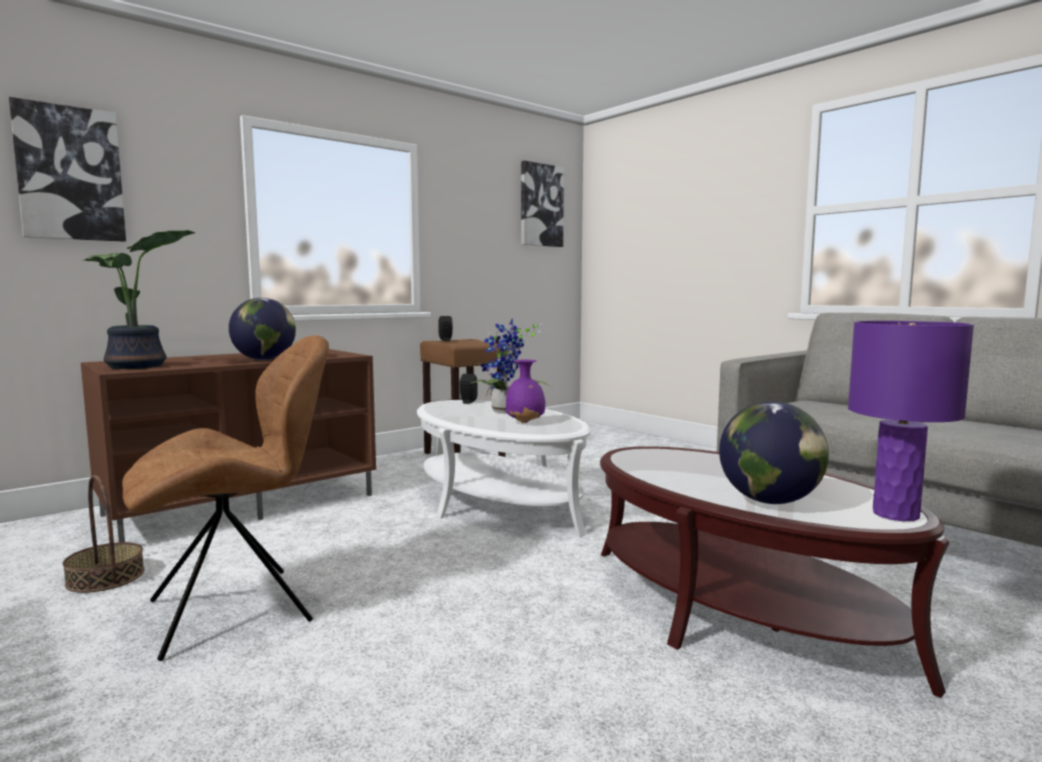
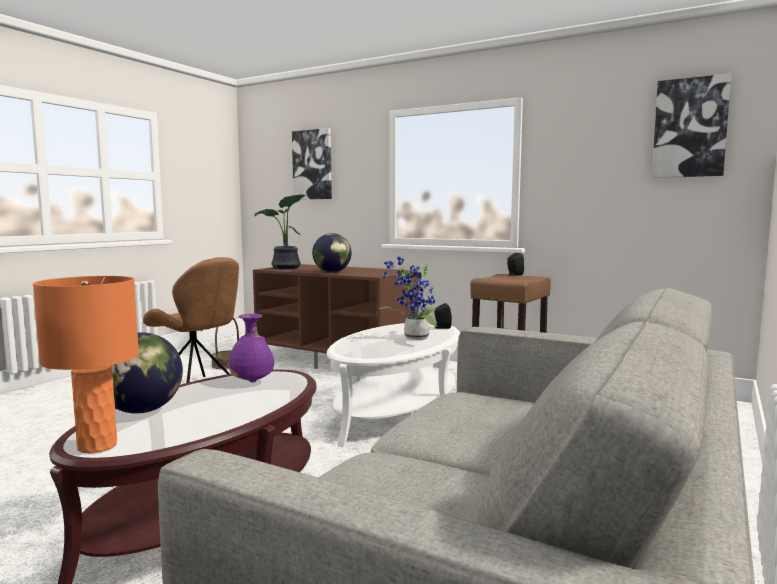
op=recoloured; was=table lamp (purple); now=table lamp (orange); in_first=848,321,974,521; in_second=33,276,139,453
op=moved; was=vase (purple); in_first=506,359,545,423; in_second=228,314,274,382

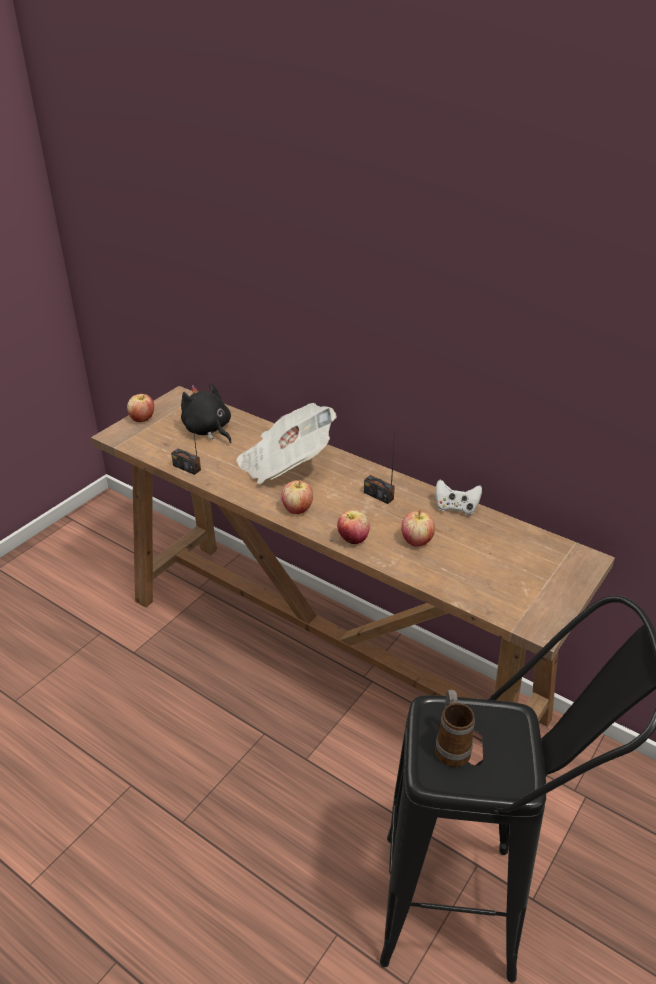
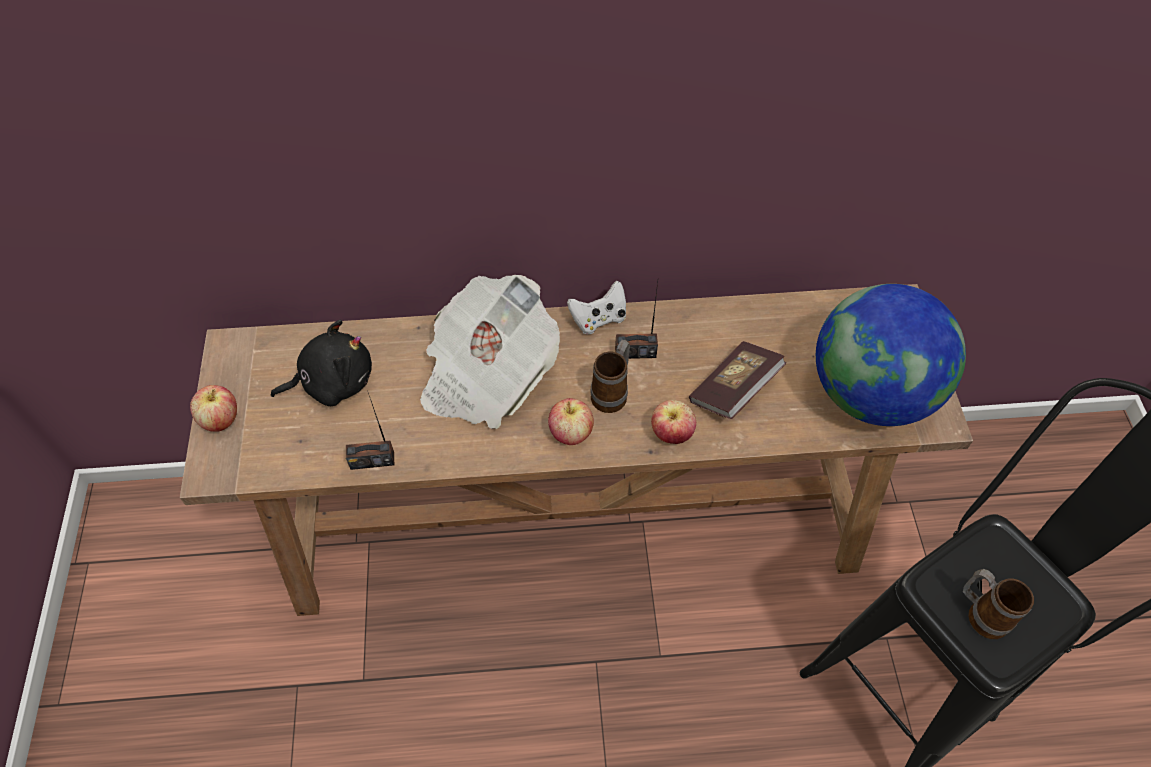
op=turned; was=plush toy (black); in_first=181,382,231,443; in_second=271,320,372,406; clockwise=150
op=moved; was=game controller (white); in_first=436,480,482,515; in_second=567,281,626,334
op=added; now=mug; in_second=591,340,630,413
op=replaced; was=apple; now=book; in_first=401,510,435,547; in_second=689,341,786,419
op=added; now=globe; in_second=816,284,966,426

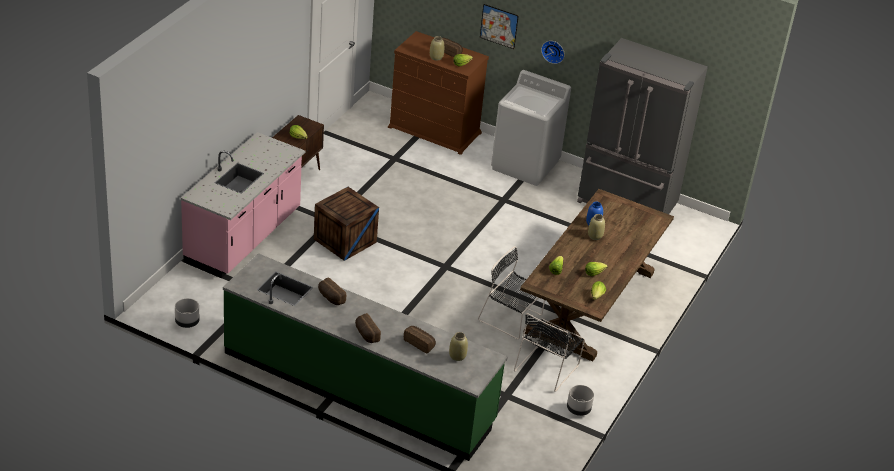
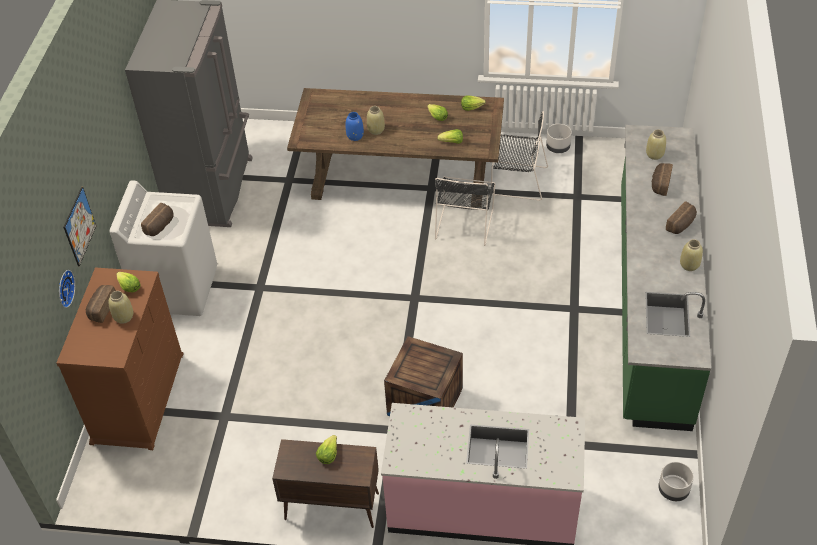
op=moved; was=wall clock; in_first=541,41,565,64; in_second=59,270,75,308
op=moved; was=bread; in_first=318,277,346,305; in_second=141,203,174,236
op=added; now=vase (beige); in_second=680,239,703,271

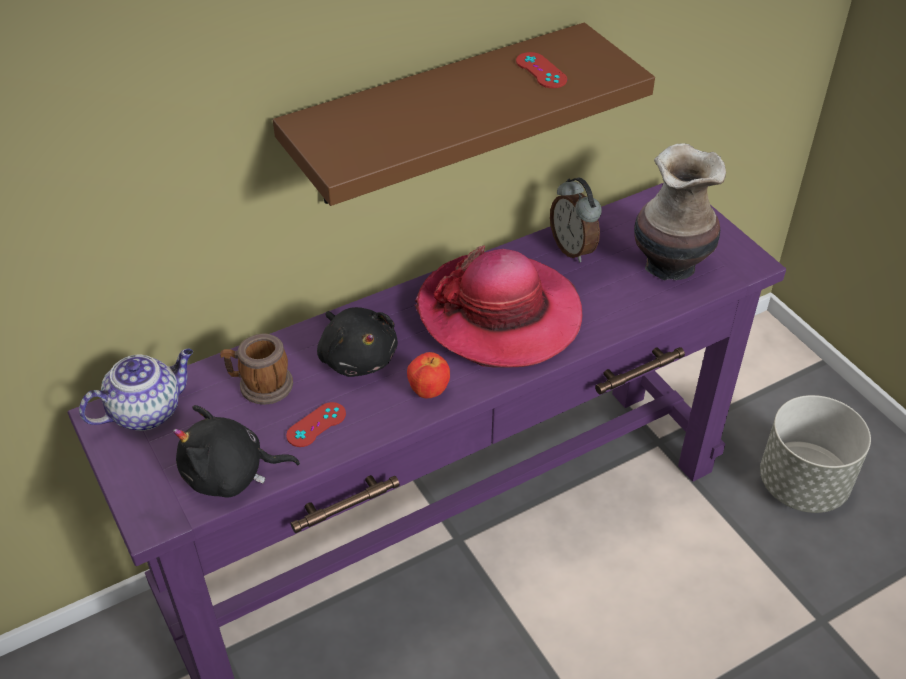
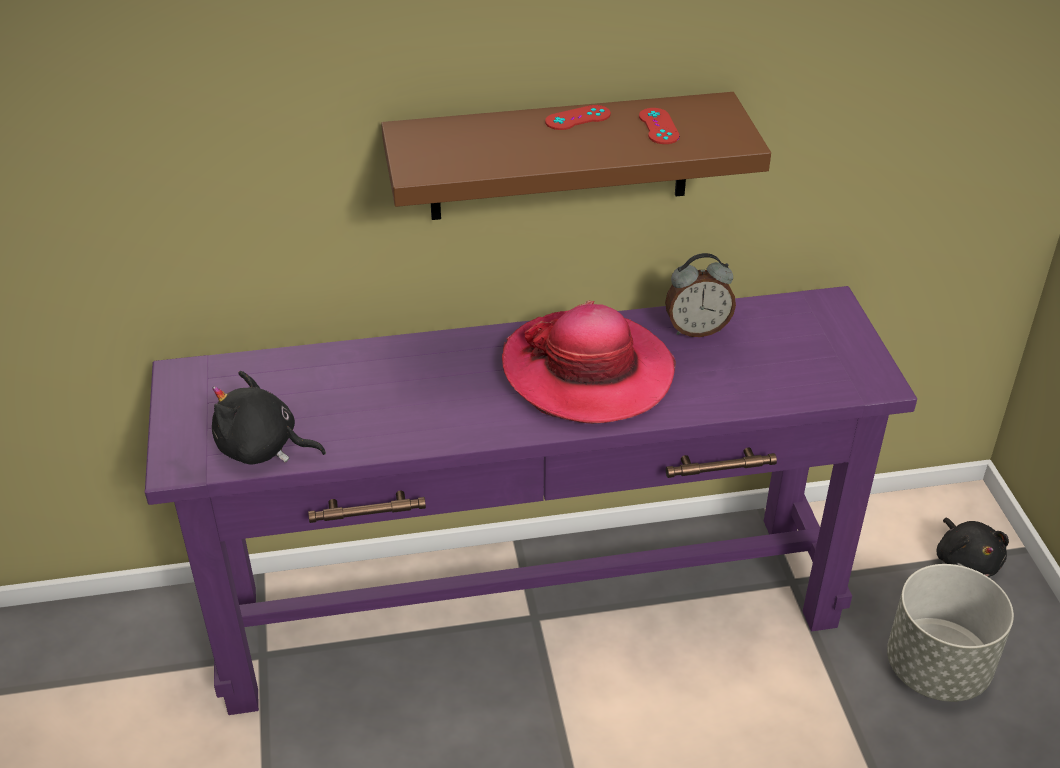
op=moved; was=game controller (red); in_first=286,402,346,447; in_second=545,105,611,130
op=turned; was=alarm clock; in_first=550,178,602,262; in_second=665,253,736,337; clockwise=-90
op=moved; was=plush toy (black); in_first=317,307,398,377; in_second=936,518,1009,577
op=removed; was=teapot; in_first=79,349,193,431
op=removed; was=mug; in_first=220,333,293,405
op=removed; was=apple; in_first=407,352,450,398
op=removed; was=vase; in_first=634,143,726,280

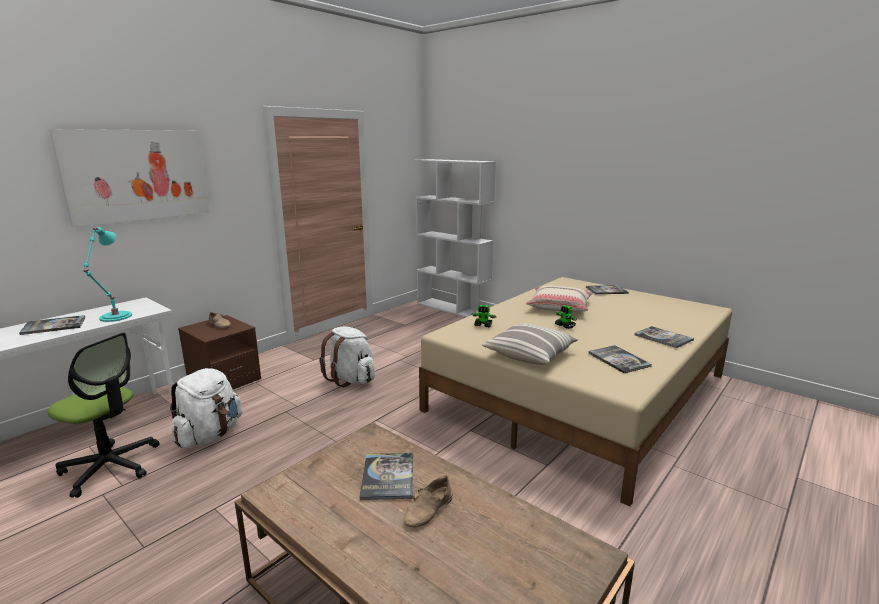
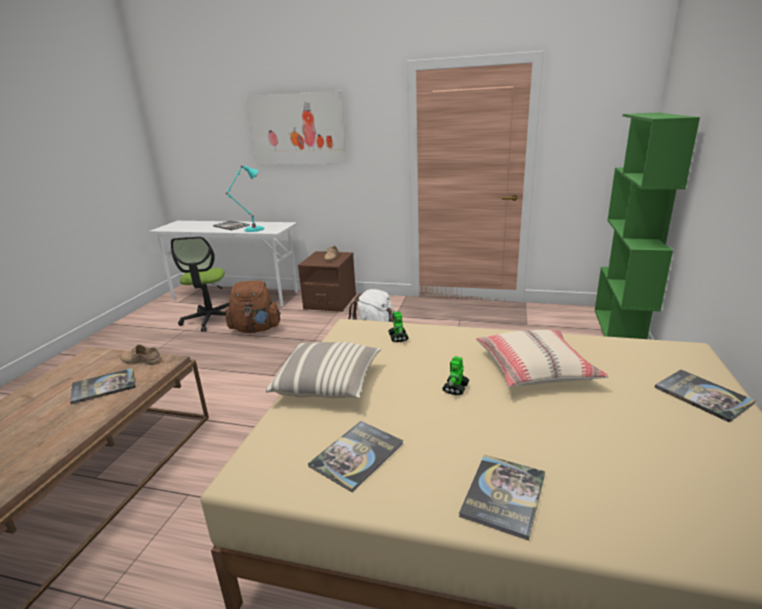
op=moved; was=shoe (beige); in_first=404,475,453,528; in_second=120,344,162,365
op=recoloured; was=backpack (white); now=backpack (brown); in_first=170,368,242,448; in_second=226,281,281,333
op=recoloured; was=bookcase (white); now=bookcase (green); in_first=415,159,496,317; in_second=595,113,700,339

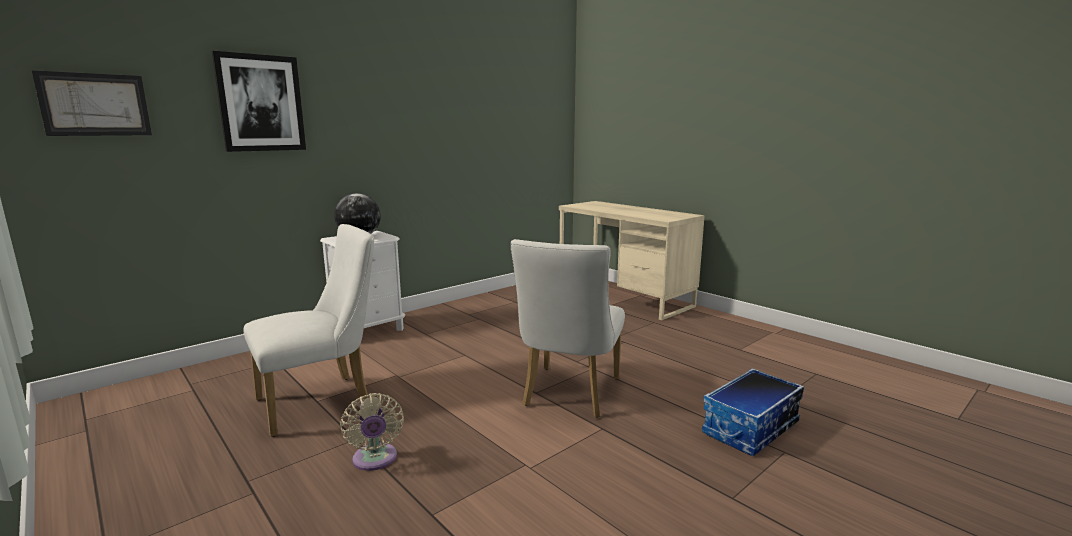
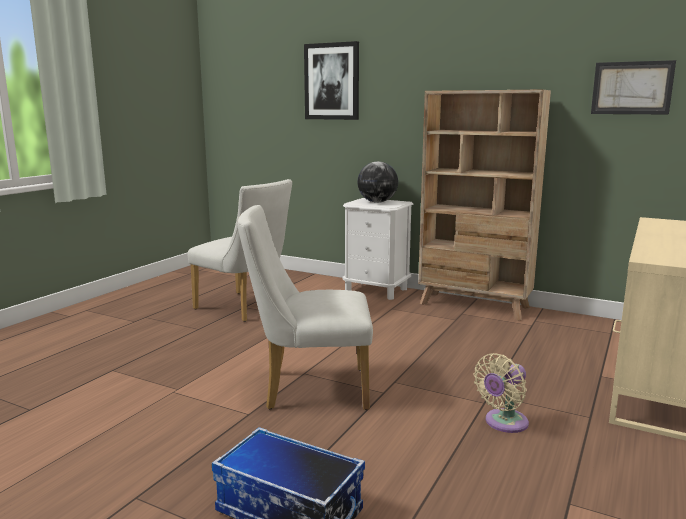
op=added; now=bookcase (beige); in_second=418,89,551,321
op=moved; was=fan (beige); in_first=340,393,404,471; in_second=473,353,529,433
op=moved; was=picture; in_first=32,70,152,136; in_second=591,60,676,114

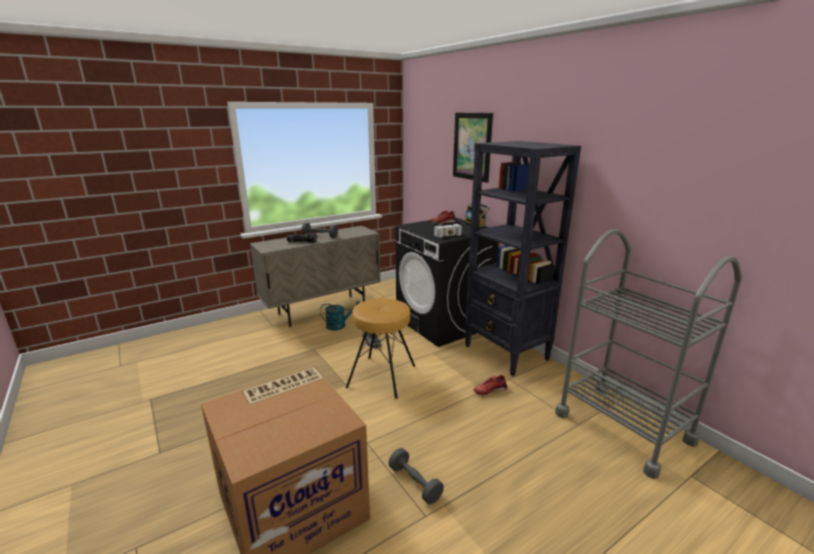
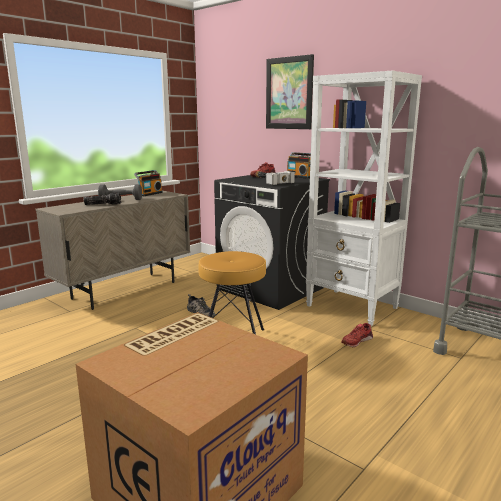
op=added; now=radio; in_second=134,170,163,196
op=recoloured; was=bookcase (black); now=bookcase (white); in_first=465,141,581,376; in_second=306,71,422,326
op=removed; was=watering can (turquoise); in_first=320,301,360,330
op=removed; was=dumbbell (grey); in_first=388,448,444,504

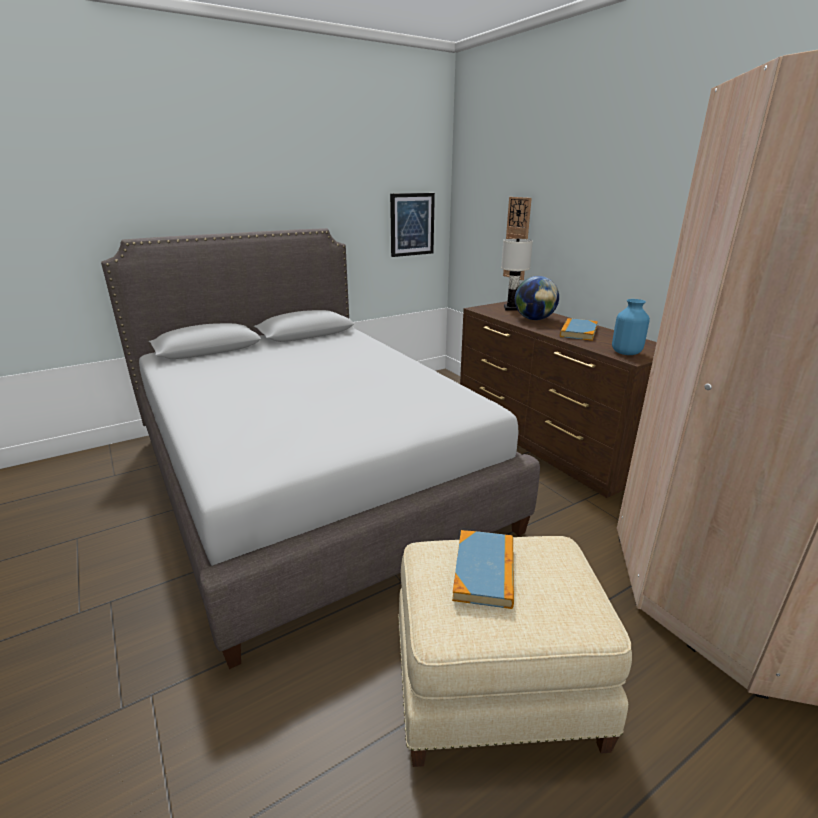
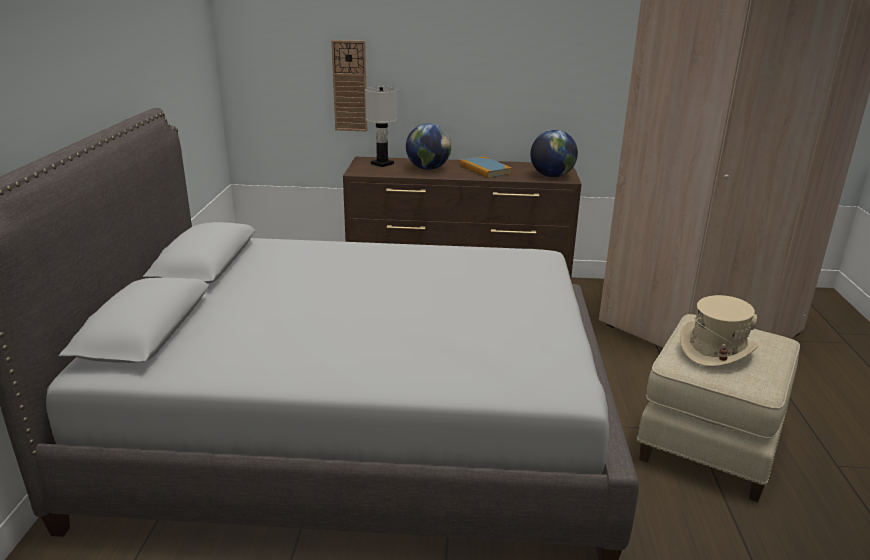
op=replaced; was=vase (blue); now=globe; in_first=612,299,650,355; in_second=530,130,578,177
op=replaced; was=book; now=hat (beige); in_first=452,530,514,609; in_second=680,295,759,367
op=removed; was=picture; in_first=390,193,435,257

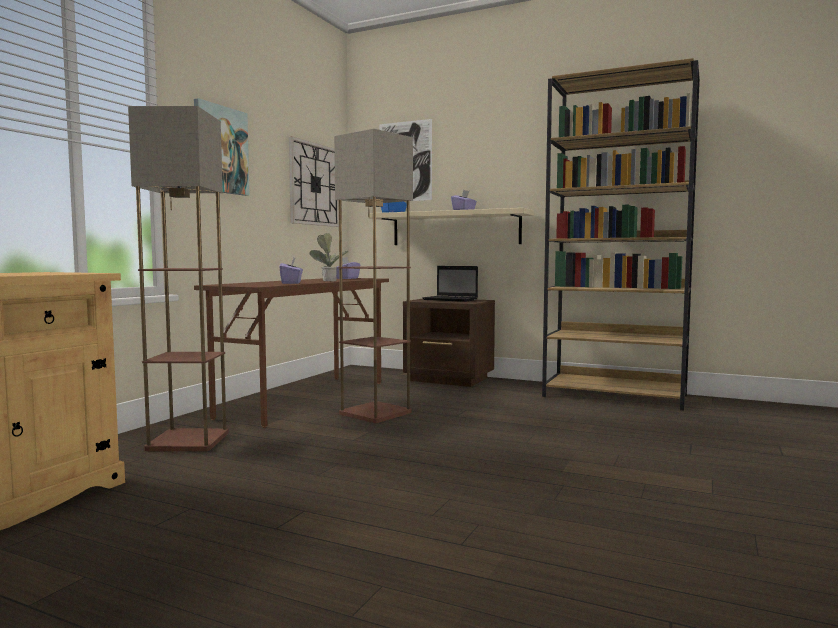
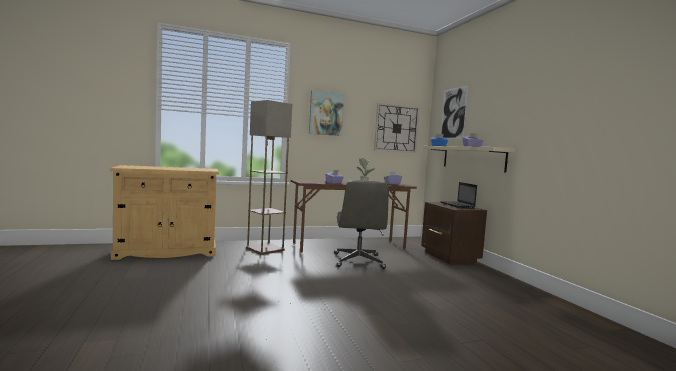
op=replaced; was=floor lamp; now=office chair (grey); in_first=334,129,413,423; in_second=334,180,389,269
op=removed; was=bookcase (brown); in_first=542,58,700,411

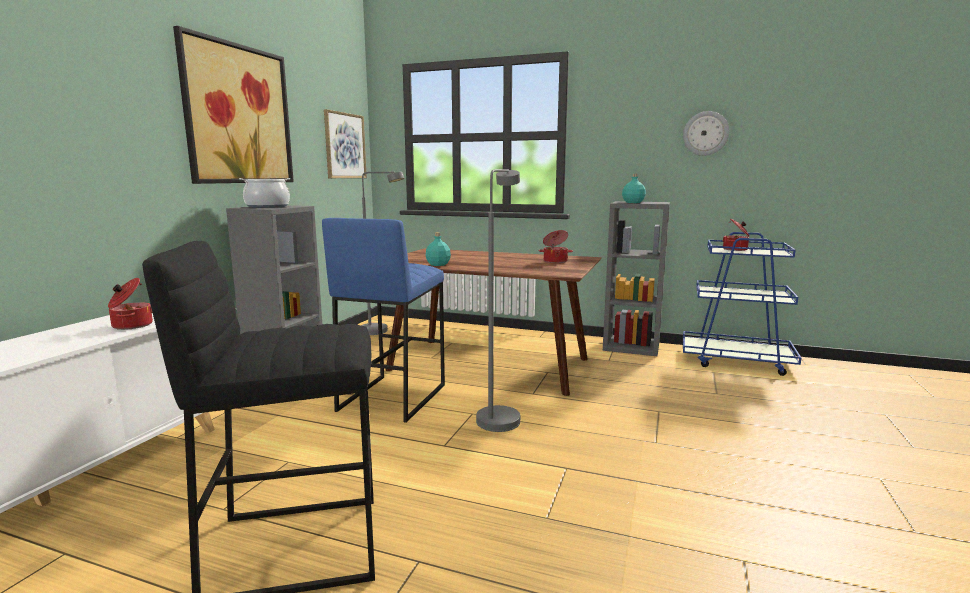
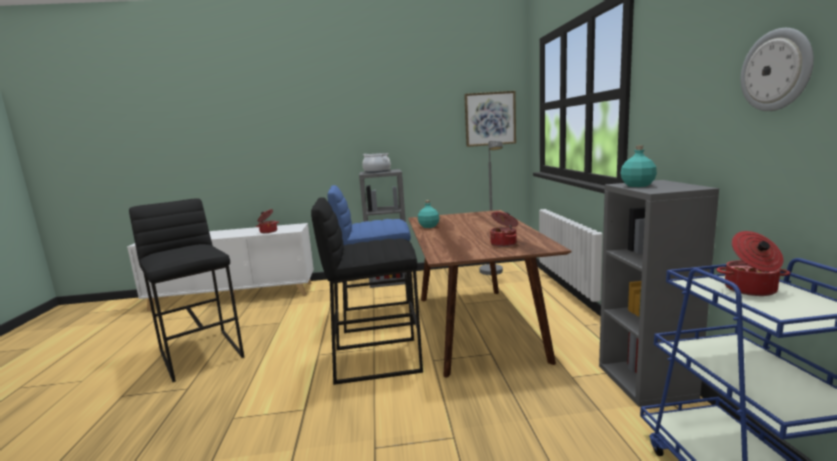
op=replaced; was=floor lamp (grey); now=stool (black); in_first=476,169,520,432; in_second=311,197,423,385
op=removed; was=picture; in_first=173,26,294,184

